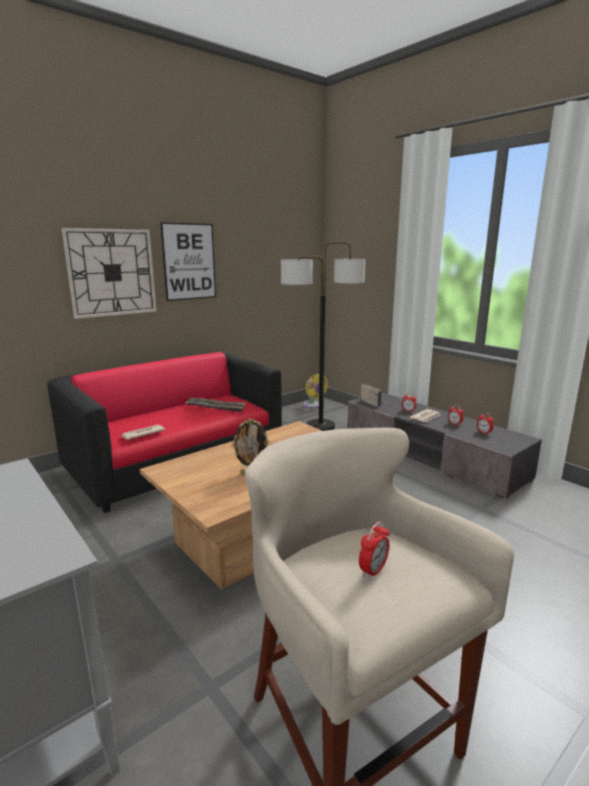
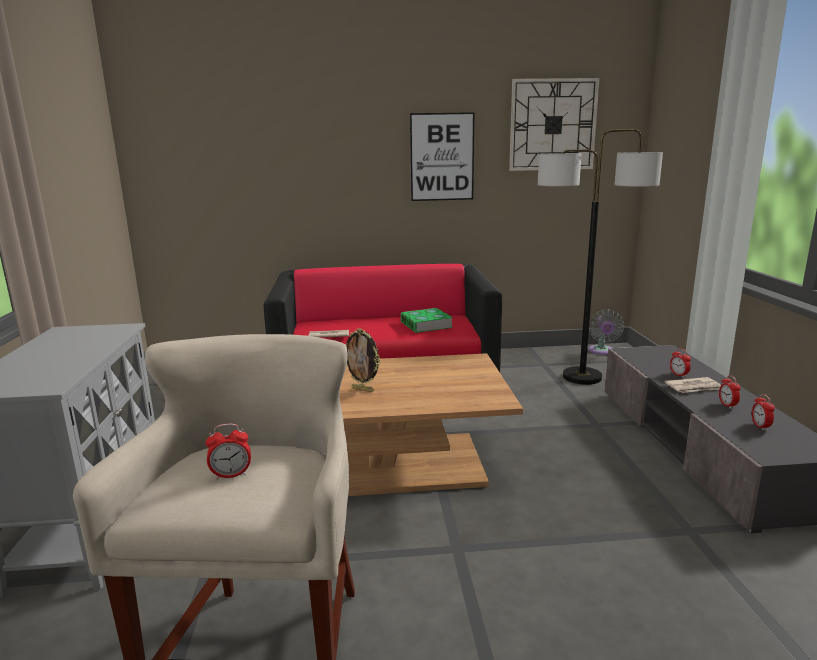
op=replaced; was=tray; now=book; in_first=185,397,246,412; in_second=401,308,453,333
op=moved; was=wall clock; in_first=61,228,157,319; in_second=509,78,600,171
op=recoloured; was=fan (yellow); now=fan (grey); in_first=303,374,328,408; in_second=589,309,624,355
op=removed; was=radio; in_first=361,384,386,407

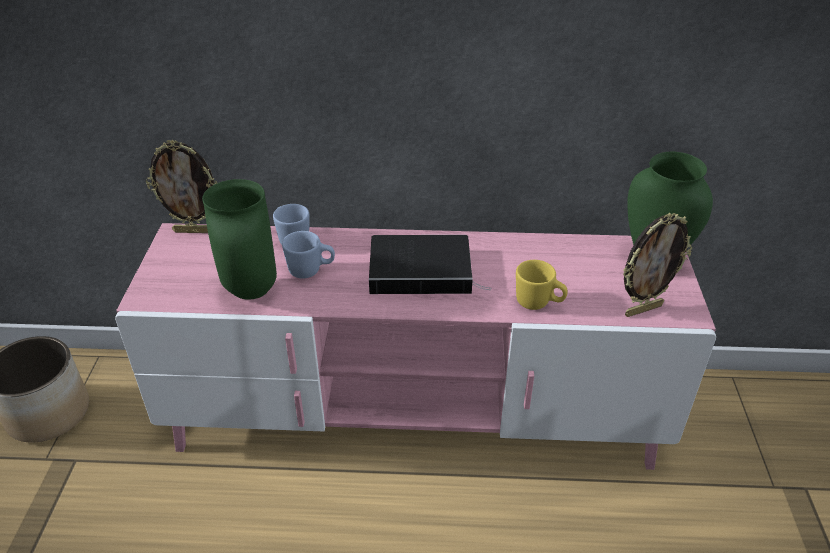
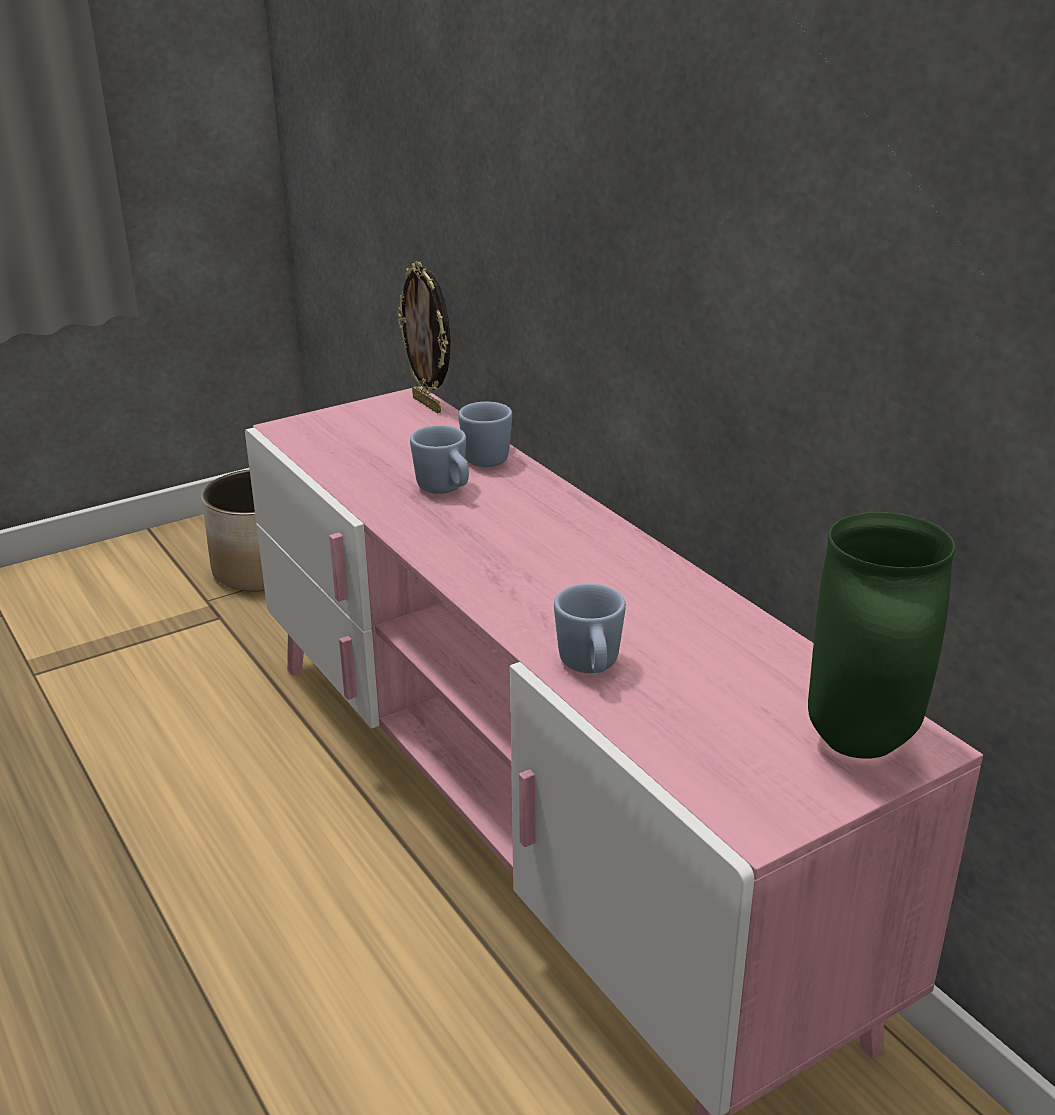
op=recoloured; was=mug (yellow); now=mug (blue); in_first=516,260,568,310; in_second=554,584,626,673
op=removed; was=vase (green); in_first=202,179,277,299
op=removed; was=book; in_first=369,235,490,294
op=removed; was=picture frame; in_first=623,213,692,317

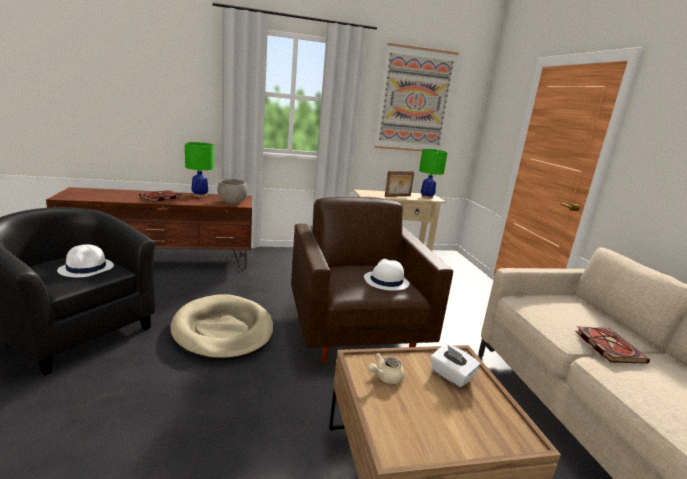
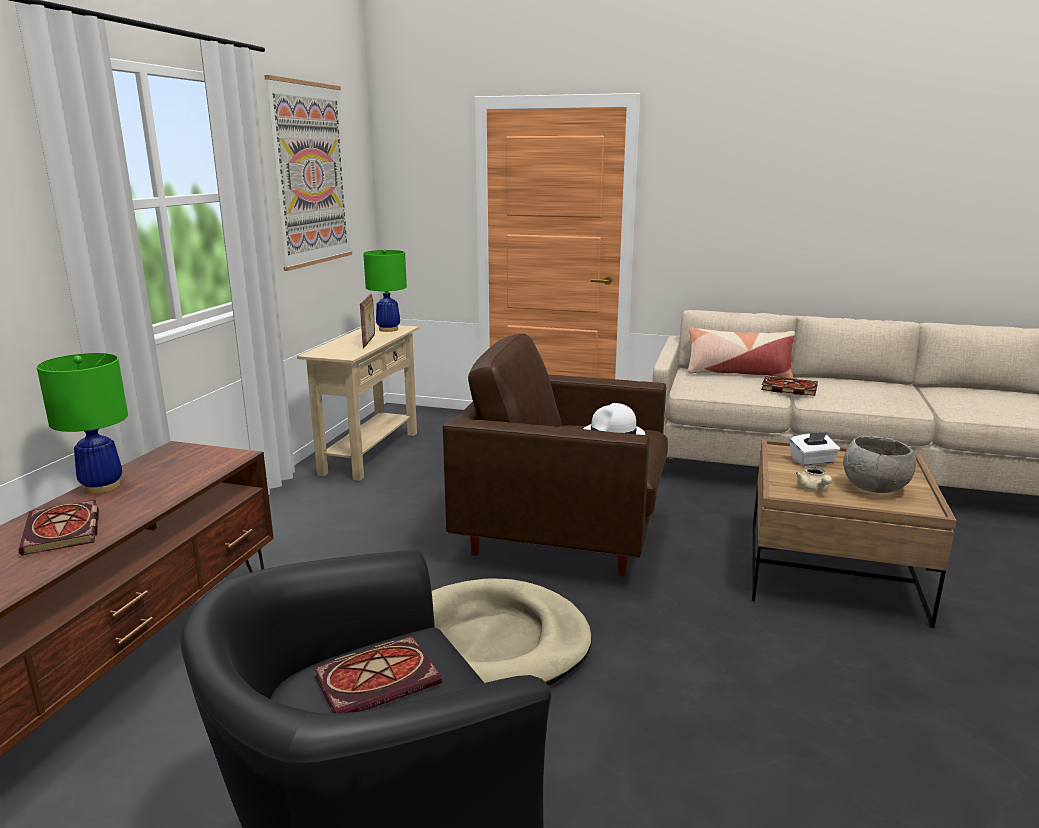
op=replaced; was=hat (white); now=book; in_first=57,244,114,277; in_second=314,636,442,713
op=added; now=pillow; in_second=688,327,795,379
op=moved; was=bowl (grey); in_first=217,179,248,204; in_second=843,435,916,493

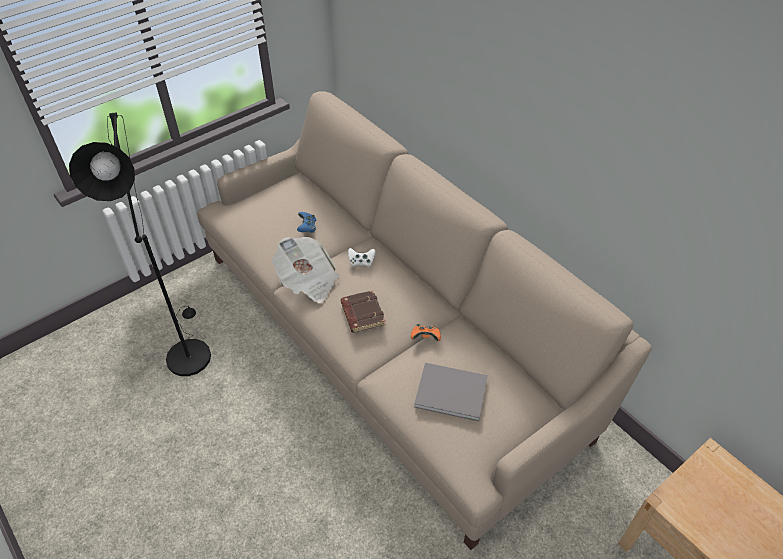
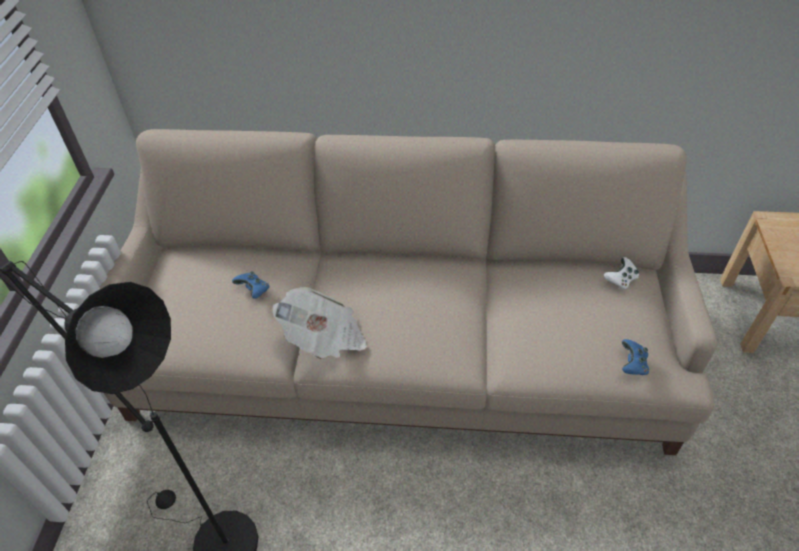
op=moved; was=game controller (white); in_first=348,248,375,267; in_second=604,257,639,290
op=added; now=game controller (blue); in_second=622,339,649,375
op=removed; was=book (brown); in_first=341,290,386,333
op=removed; was=game controller (orange); in_first=411,324,441,341
op=removed; was=book (grey); in_first=414,363,488,421

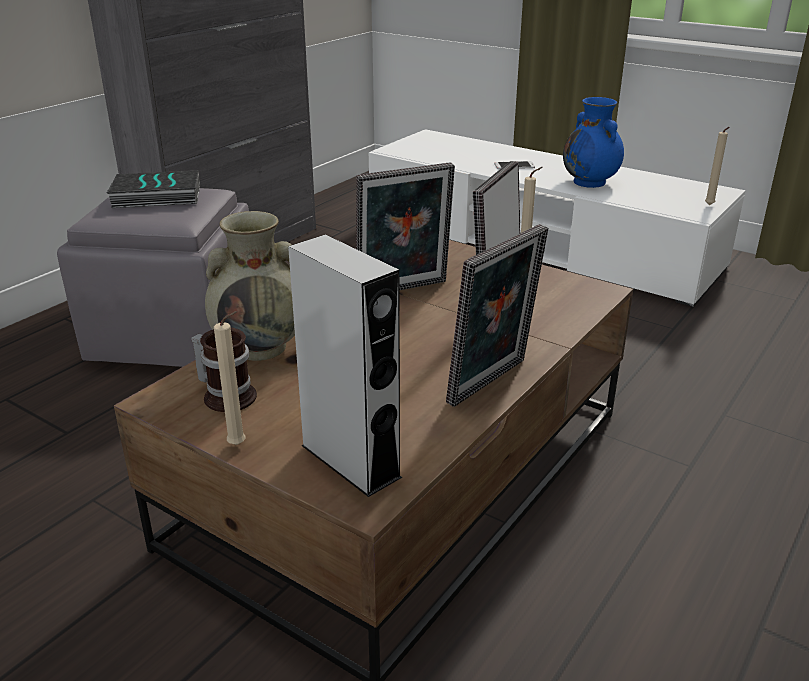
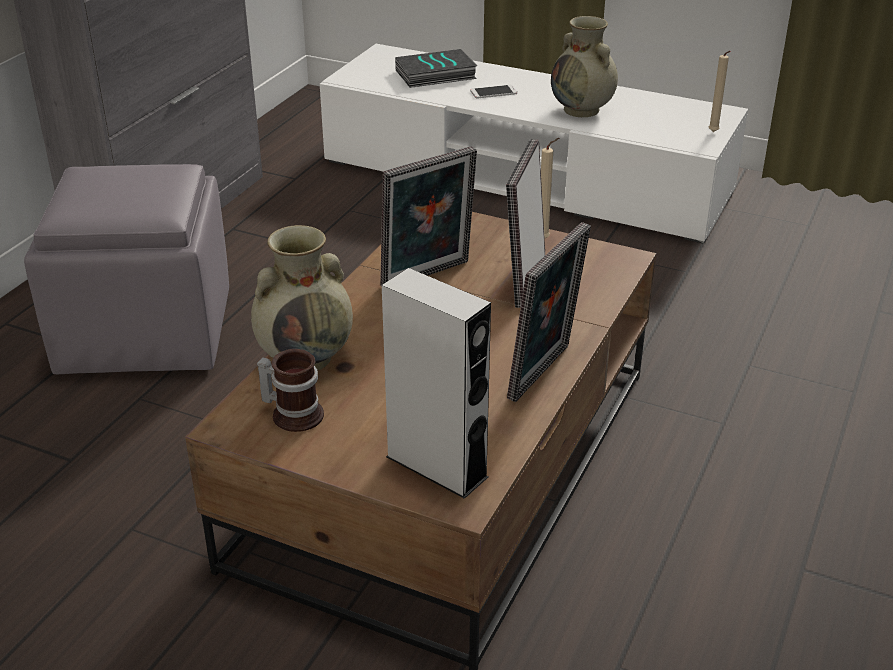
op=moved; was=book; in_first=107,170,200,208; in_second=395,49,478,88
op=recoloured; was=vase (blue); now=vase (beige); in_first=563,97,624,188; in_second=551,16,618,117
op=removed; was=candle (beige); in_first=214,311,246,445

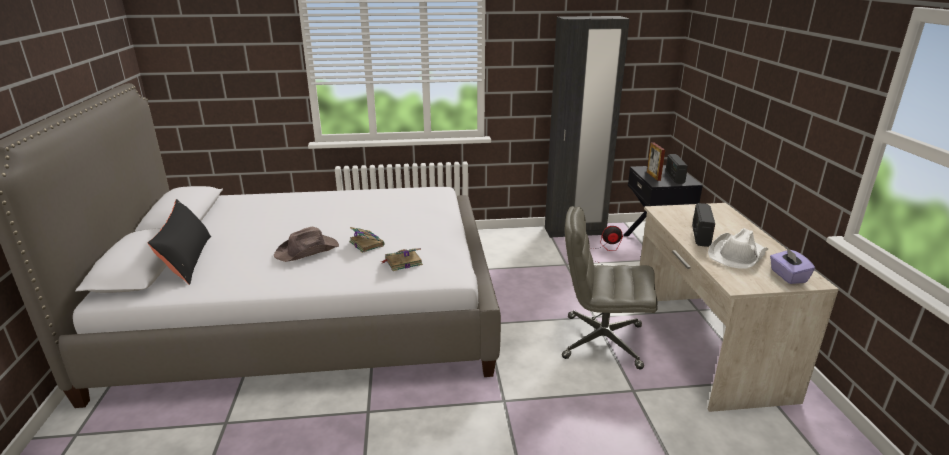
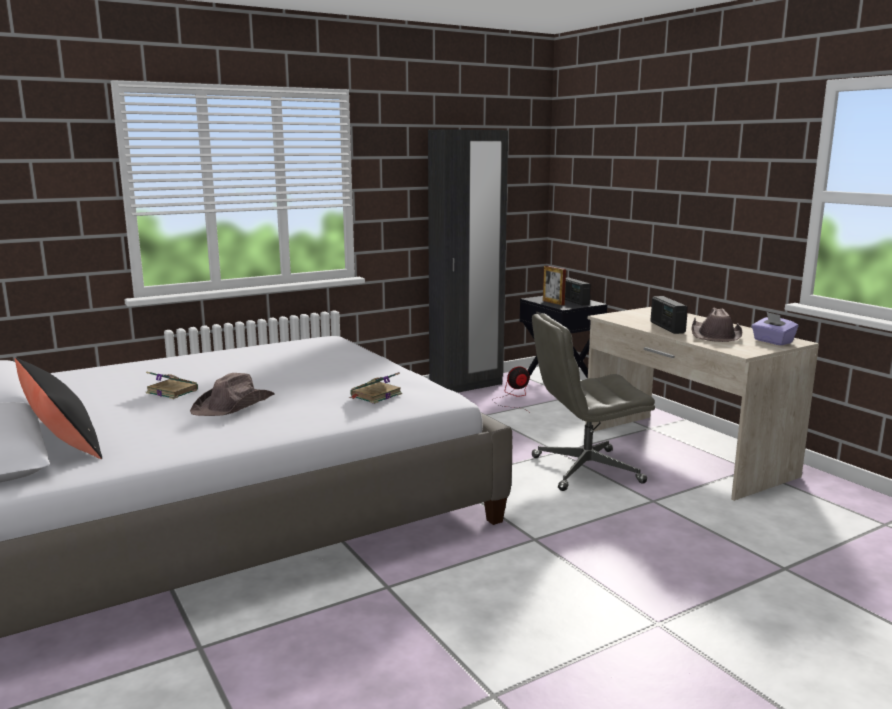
op=moved; was=book; in_first=349,227,385,253; in_second=146,371,198,399
op=recoloured; was=hat (white); now=hat (brown); in_first=708,228,768,269; in_second=691,307,742,342

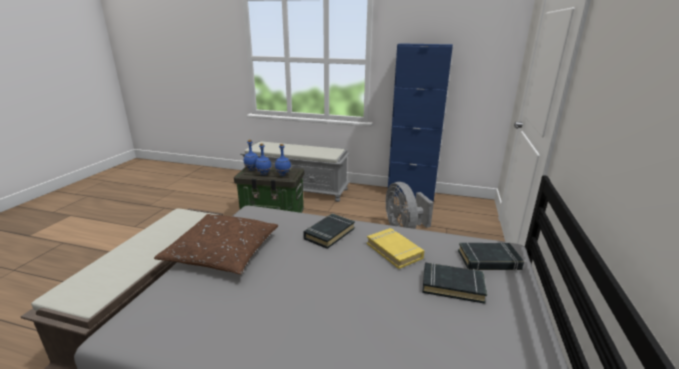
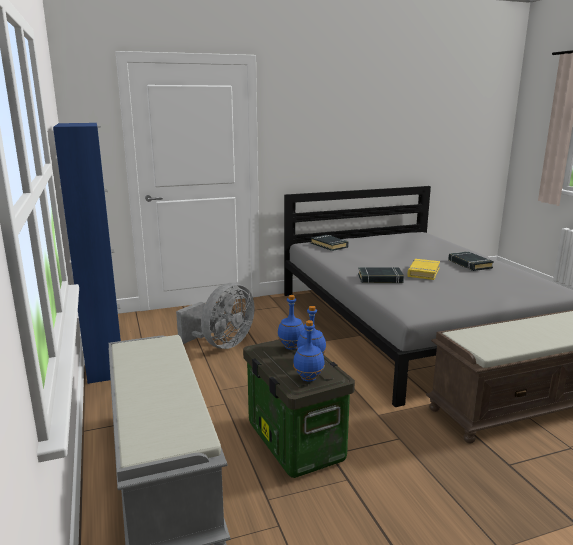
op=moved; was=book (yellow); in_first=367,228,425,269; in_second=407,259,440,280
op=moved; was=book (black); in_first=422,262,487,304; in_second=448,251,494,271
op=removed; was=pillow (brown); in_first=154,214,278,274

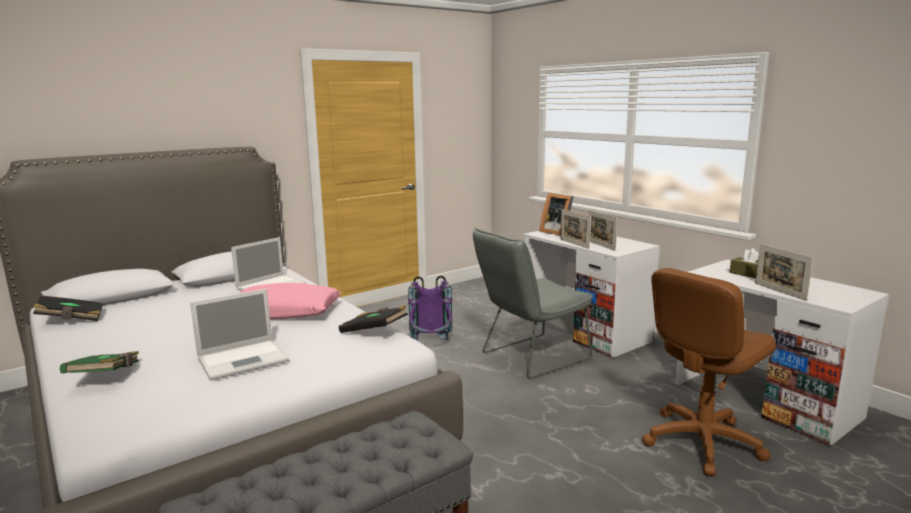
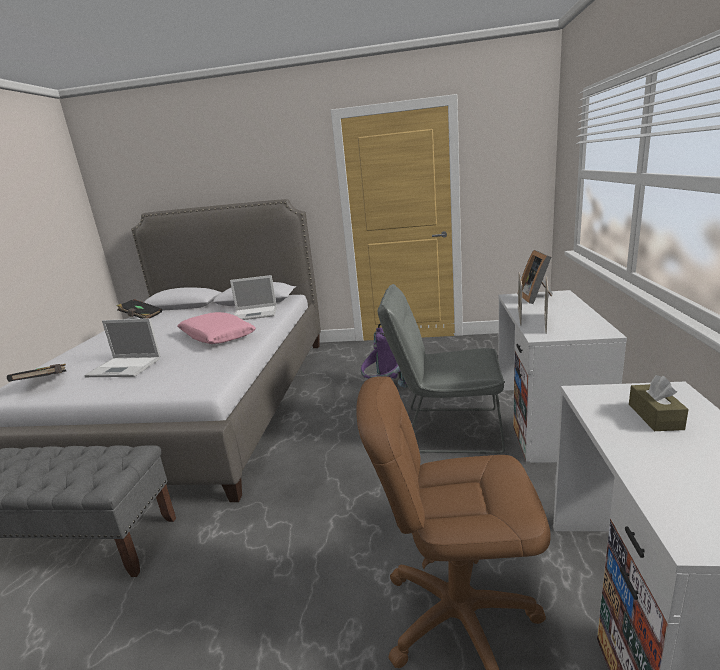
op=moved; was=book (black); in_first=339,306,408,333; in_second=7,364,67,382
op=removed; was=book (green); in_first=60,351,139,374
op=removed; was=picture frame; in_first=755,244,813,301

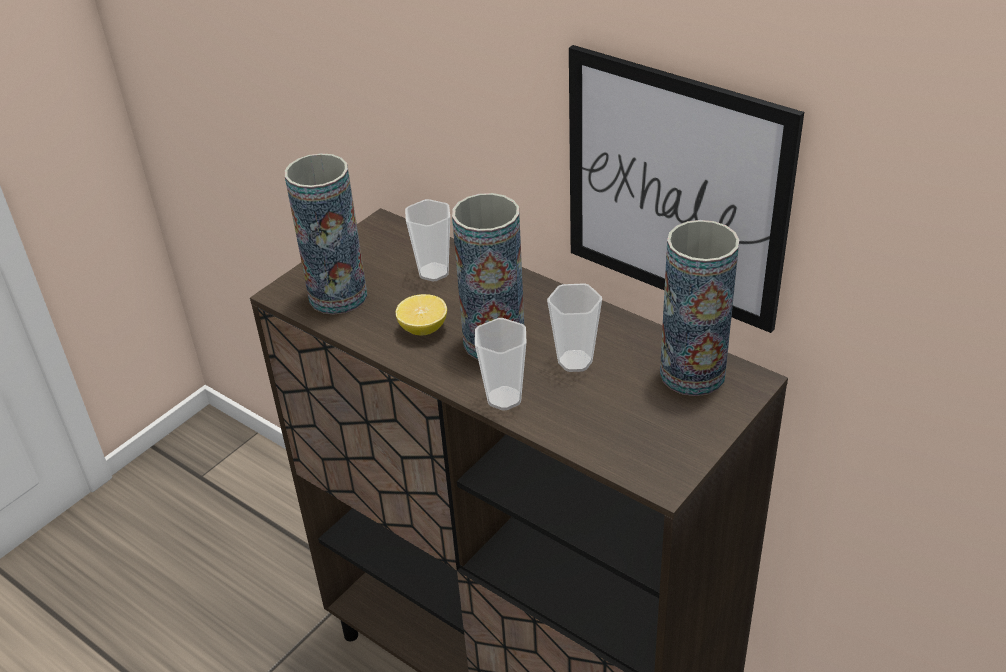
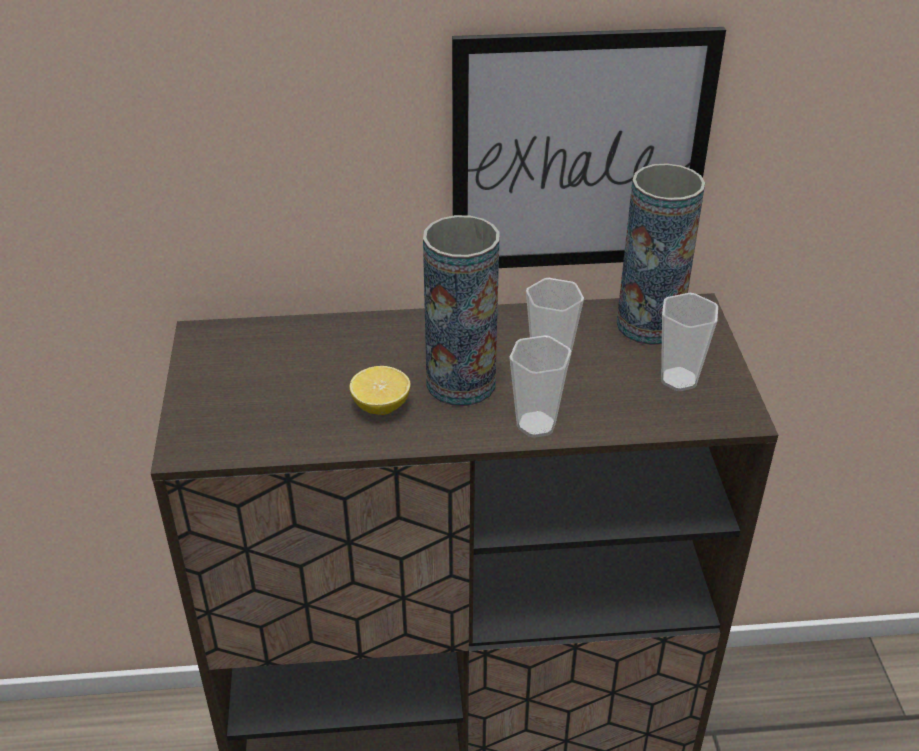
op=moved; was=cup; in_first=405,199,450,281; in_second=661,293,718,391
op=removed; was=vase; in_first=285,153,367,314

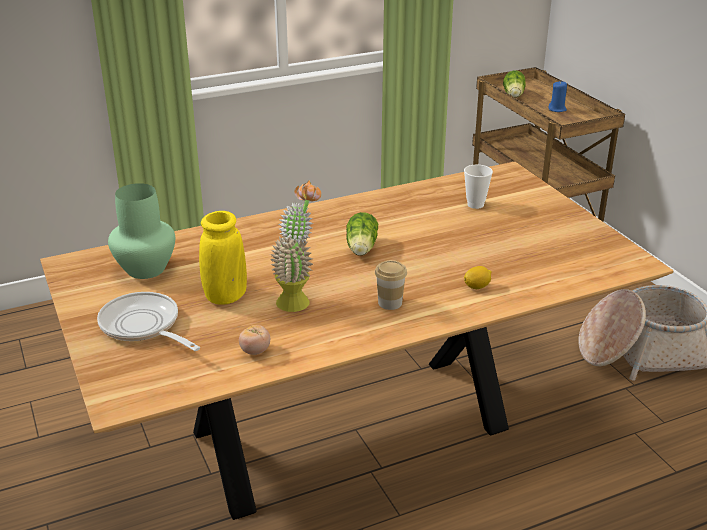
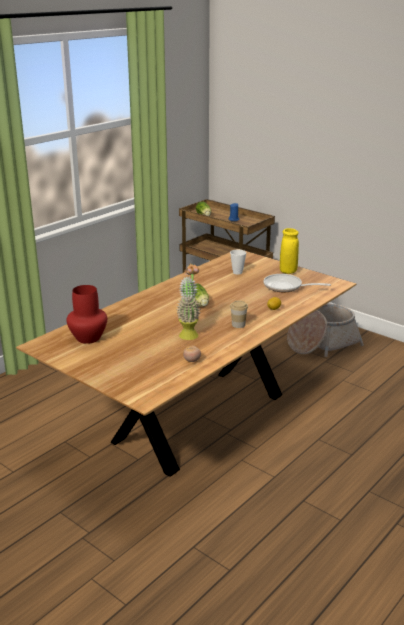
op=recoloured; was=vase (green); now=vase (red); in_first=108,183,175,279; in_second=66,285,107,344
op=moved; was=frying pan; in_first=97,292,200,351; in_second=264,274,331,292
op=moved; was=vase (yellow); in_first=199,211,247,304; in_second=280,228,299,274

